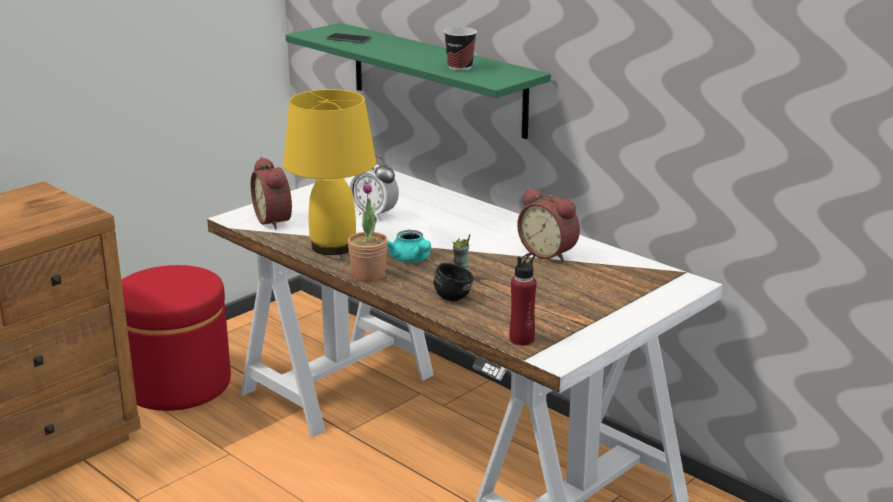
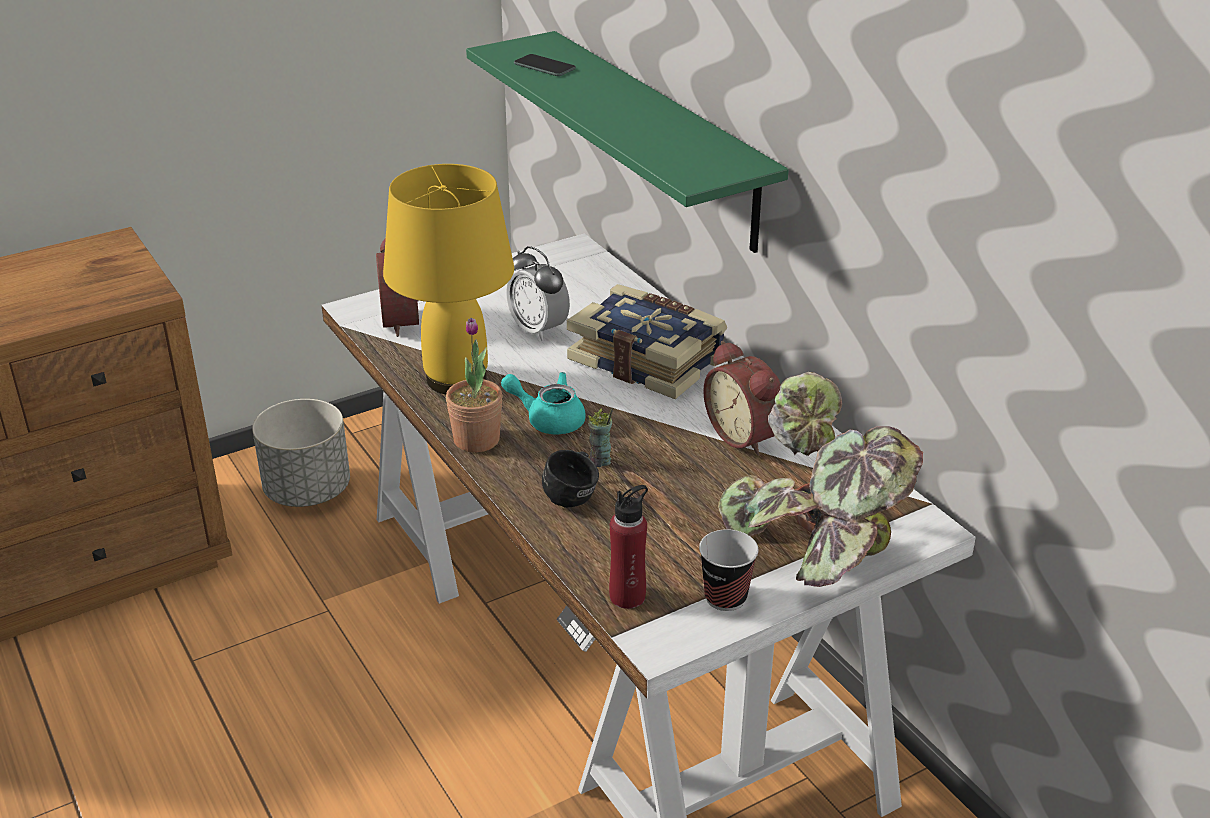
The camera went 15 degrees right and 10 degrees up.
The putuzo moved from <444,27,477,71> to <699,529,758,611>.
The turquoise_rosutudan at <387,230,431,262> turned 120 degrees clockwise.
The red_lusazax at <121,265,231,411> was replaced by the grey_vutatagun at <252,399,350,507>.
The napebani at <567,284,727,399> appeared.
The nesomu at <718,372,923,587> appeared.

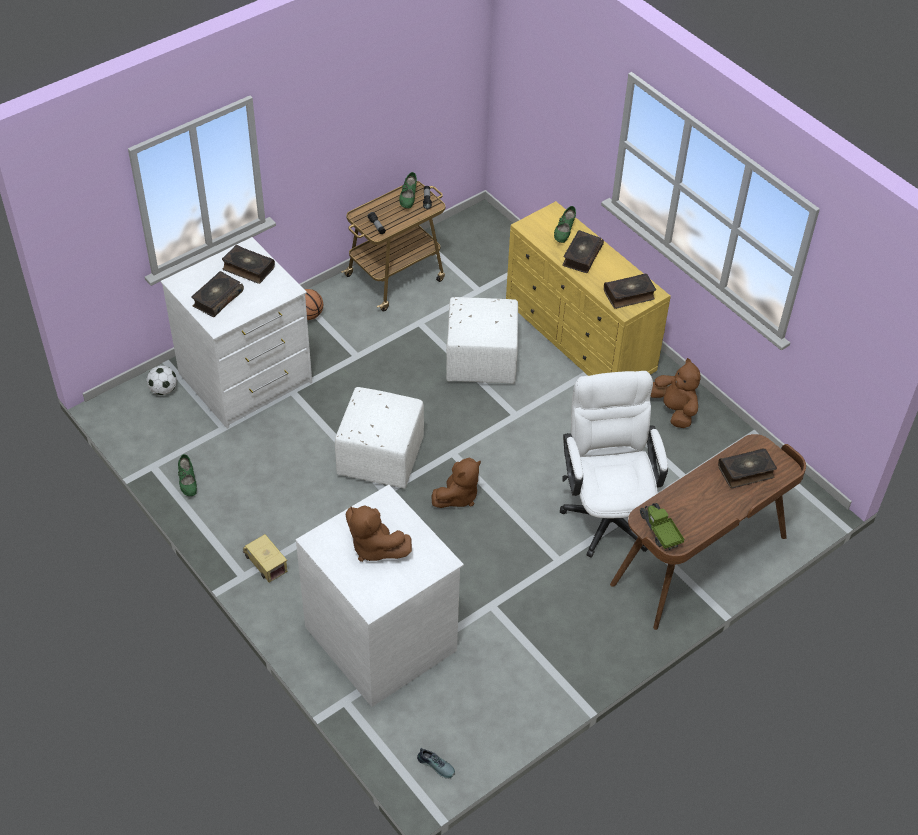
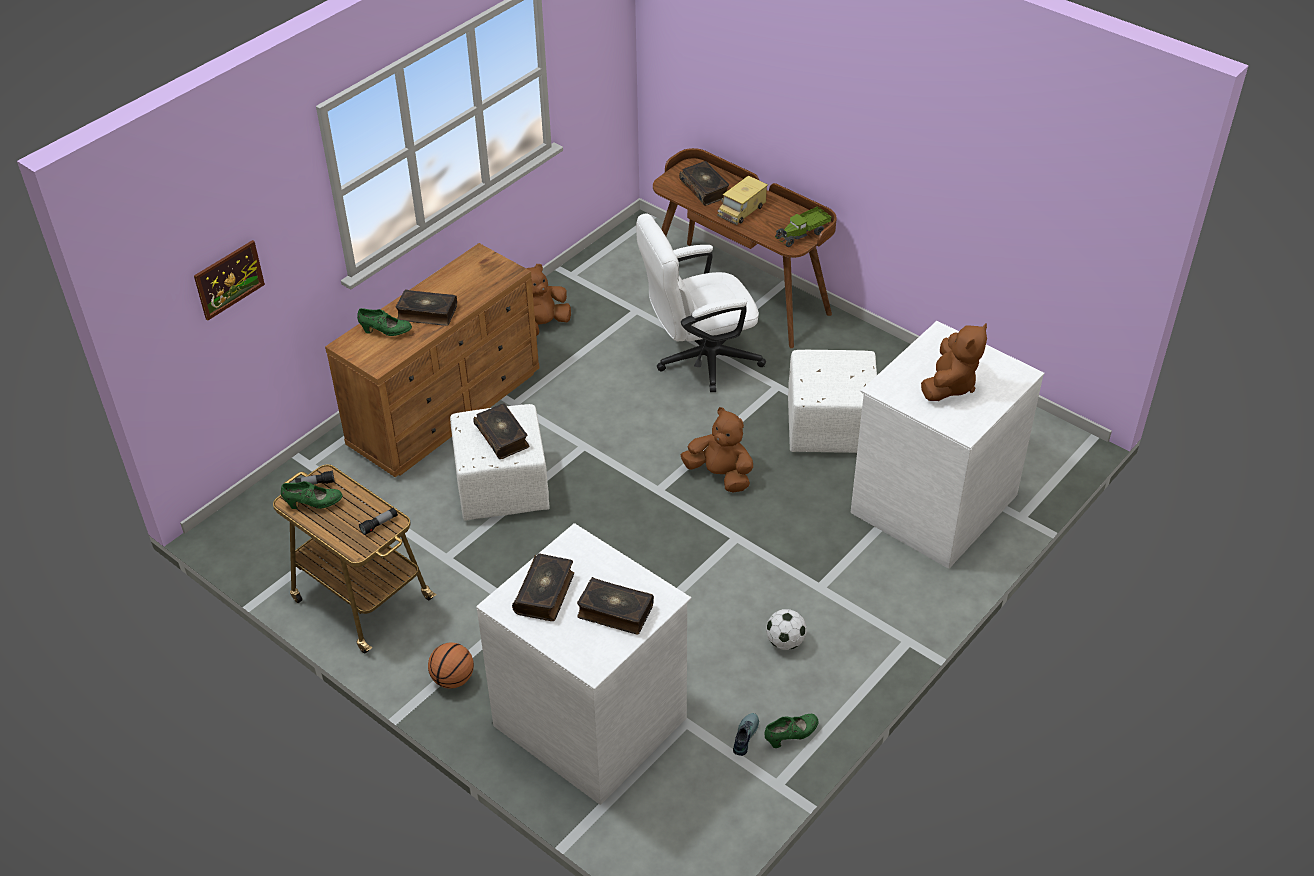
The camera went 100 degrees left and 5 degrees down.
The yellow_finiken at <506,201,671,376> became the brown_finiken at <325,243,540,477>.
The napebani moved from <604,274,656,309> to <473,403,530,459>.
The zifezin moved from <147,366,177,395> to <766,609,807,650>.
The white_lusazax moved from <335,387,424,489> to <788,350,877,453>.
The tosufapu moved from <242,534,287,582> to <717,175,768,225>.
The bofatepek moved from <417,748,455,779> to <733,713,759,756>.
The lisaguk at <194,240,265,320> appeared.

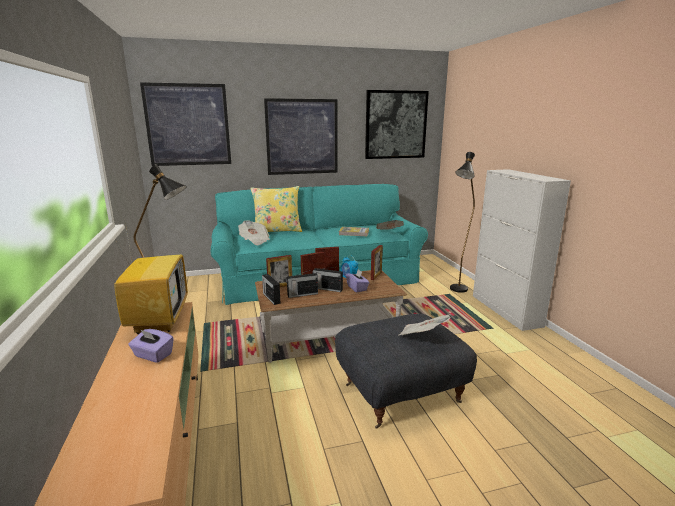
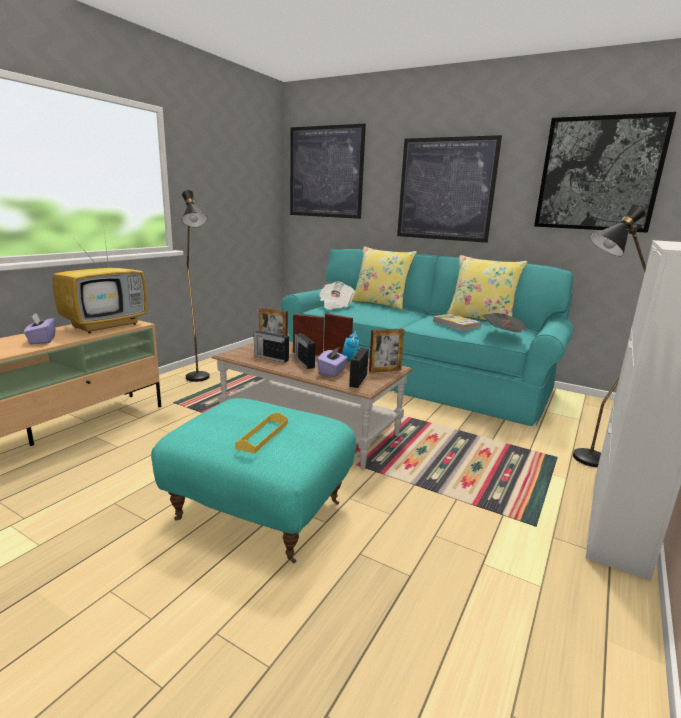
The camera went 45 degrees right and 0 degrees up.
The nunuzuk moved from <262,274,281,305> to <349,348,369,388>.
The grey_lusazax at <335,314,477,429> became the turquoise_lusazax at <151,398,356,563>.
The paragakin at <399,314,451,335> was replaced by the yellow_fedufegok at <235,412,288,454>.
The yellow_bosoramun at <446,255,527,321> appeared.

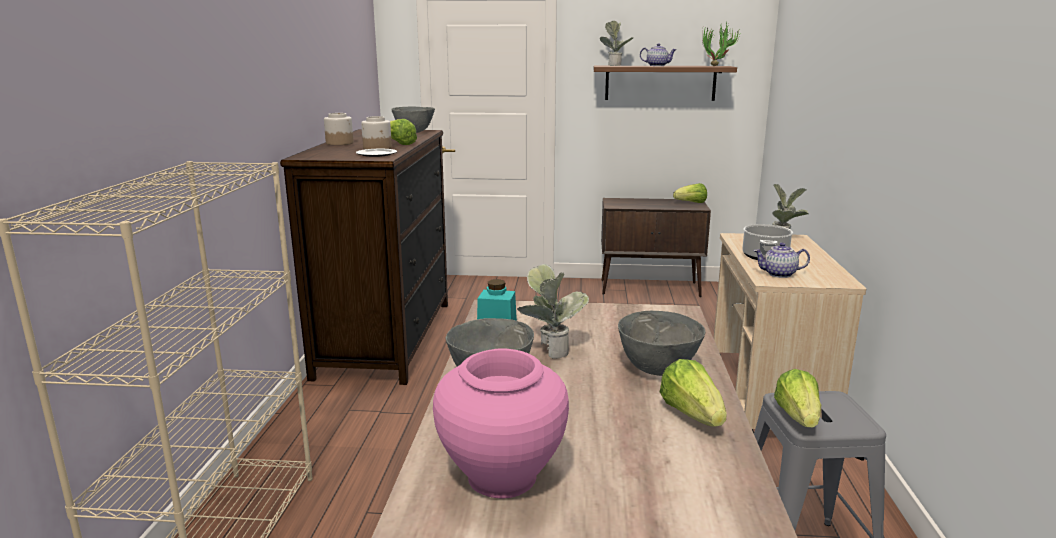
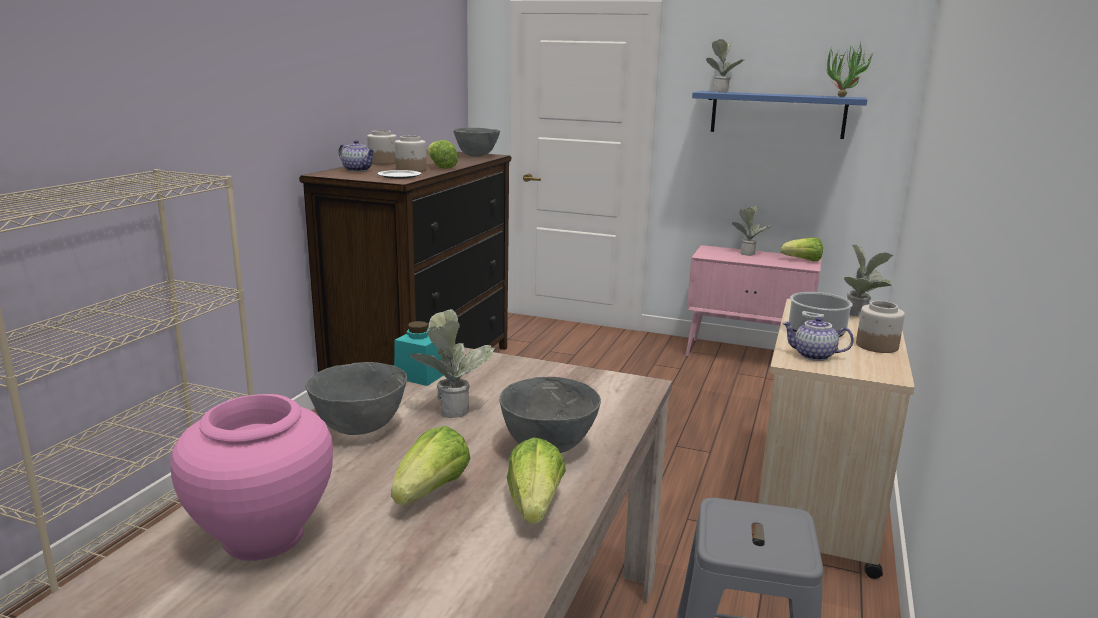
The camera went 15 degrees right and 0 degrees up.
The rosutudan moved from <640,43,677,66> to <339,140,375,172>.
The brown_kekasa at <594,66,737,101> became the blue_kekasa at <692,91,867,139>.
The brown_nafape at <601,198,711,297> became the pink_nafape at <685,245,822,357>.
The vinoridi moved from <774,369,821,428> to <391,426,470,505>.
The nesomu at <732,206,772,256> appeared.
The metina at <856,301,905,353> appeared.

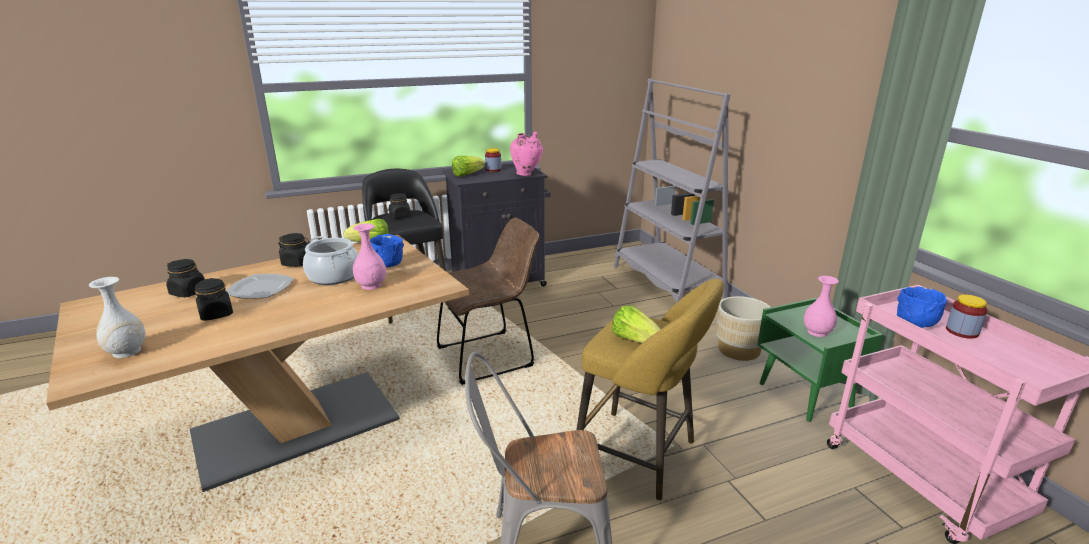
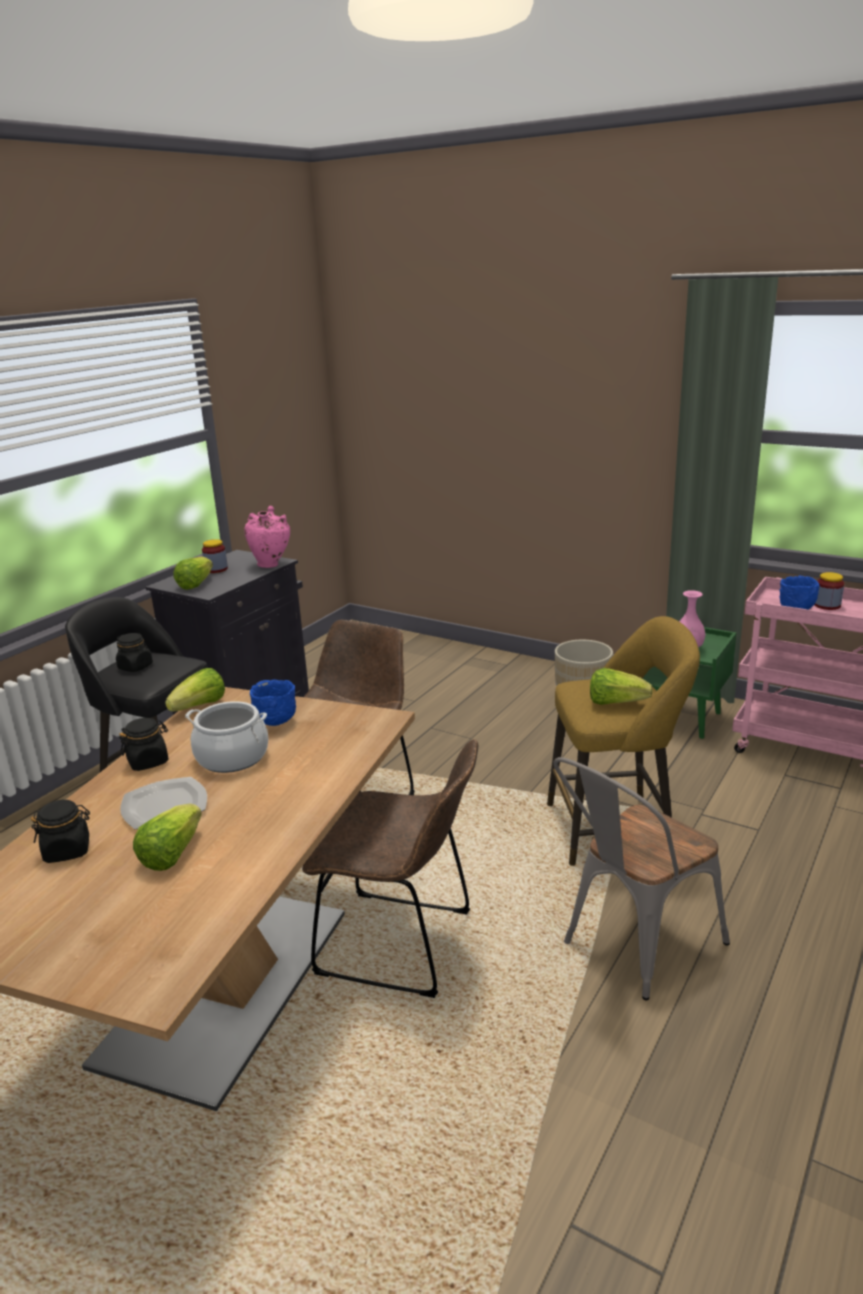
The camera went 35 degrees left and 0 degrees up.
The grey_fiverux at <614,79,730,303> disappeared.
The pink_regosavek at <353,224,386,290> disappeared.
The white_regosavek at <89,277,146,358> disappeared.
The black_metina at <195,278,233,321> was replaced by the vinoridi at <133,804,202,871>.
The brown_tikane at <302,739,478,998> appeared.

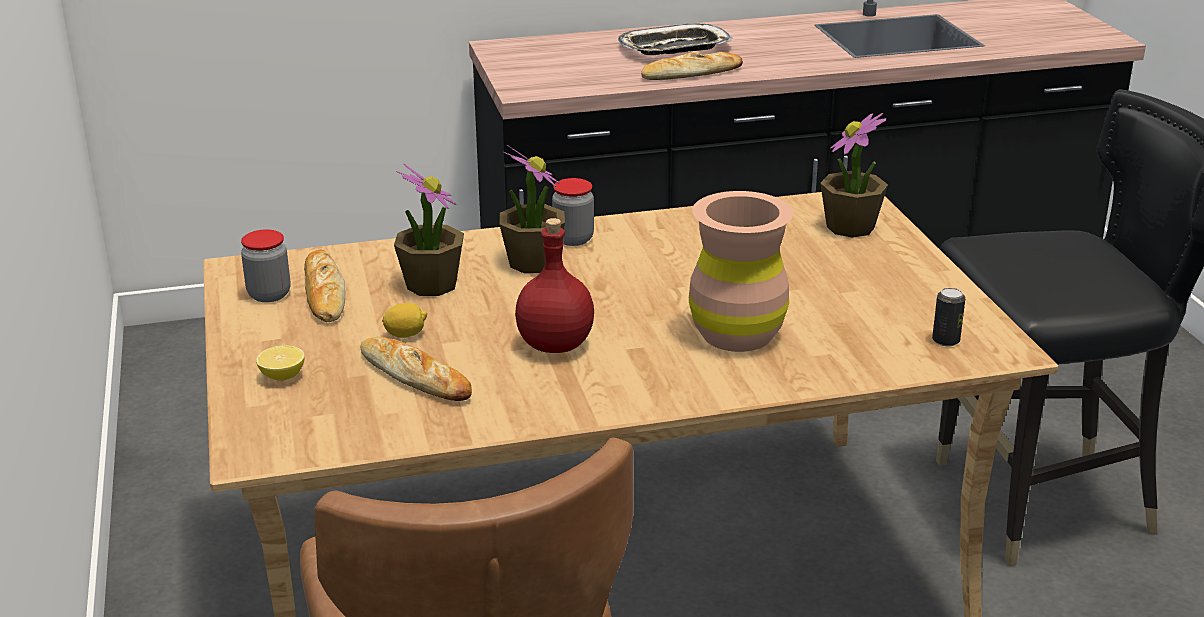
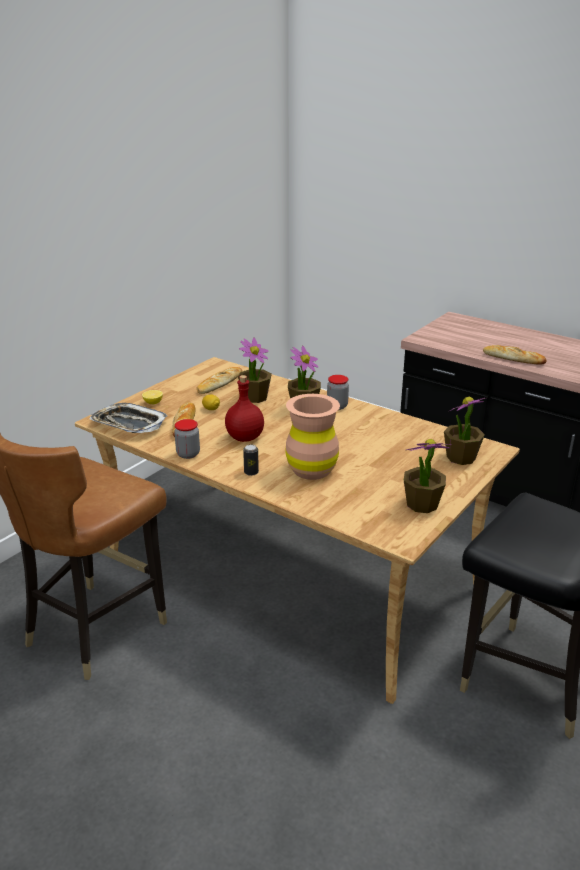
The camera went 50 degrees right and 0 degrees up.
The fedufegok moved from <618,23,732,55> to <89,403,167,433>.
The metina moved from <241,229,291,302> to <174,419,200,459>.
The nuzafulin moved from <932,288,966,346> to <243,444,259,476>.
The nesomu at <404,439,451,513> appeared.

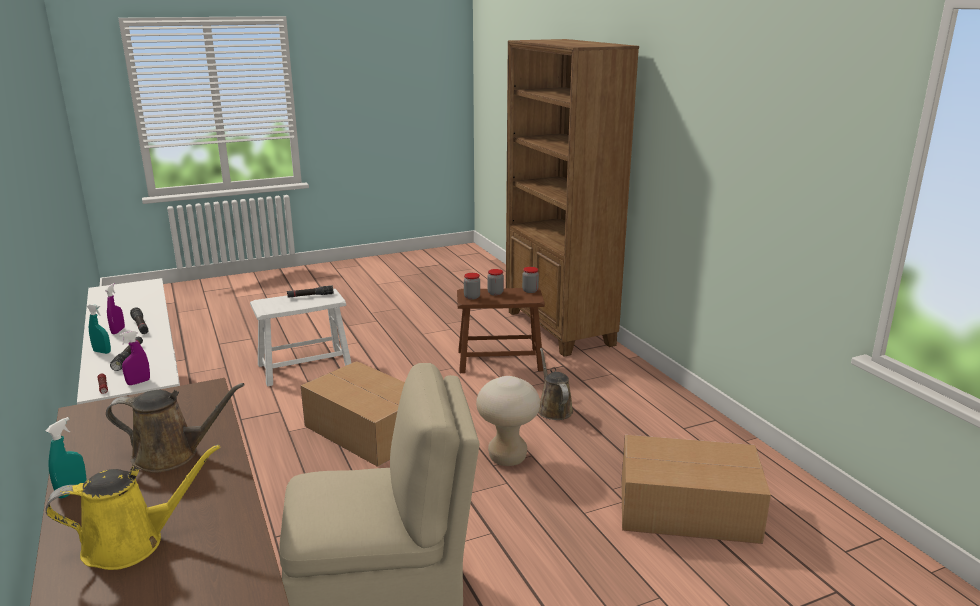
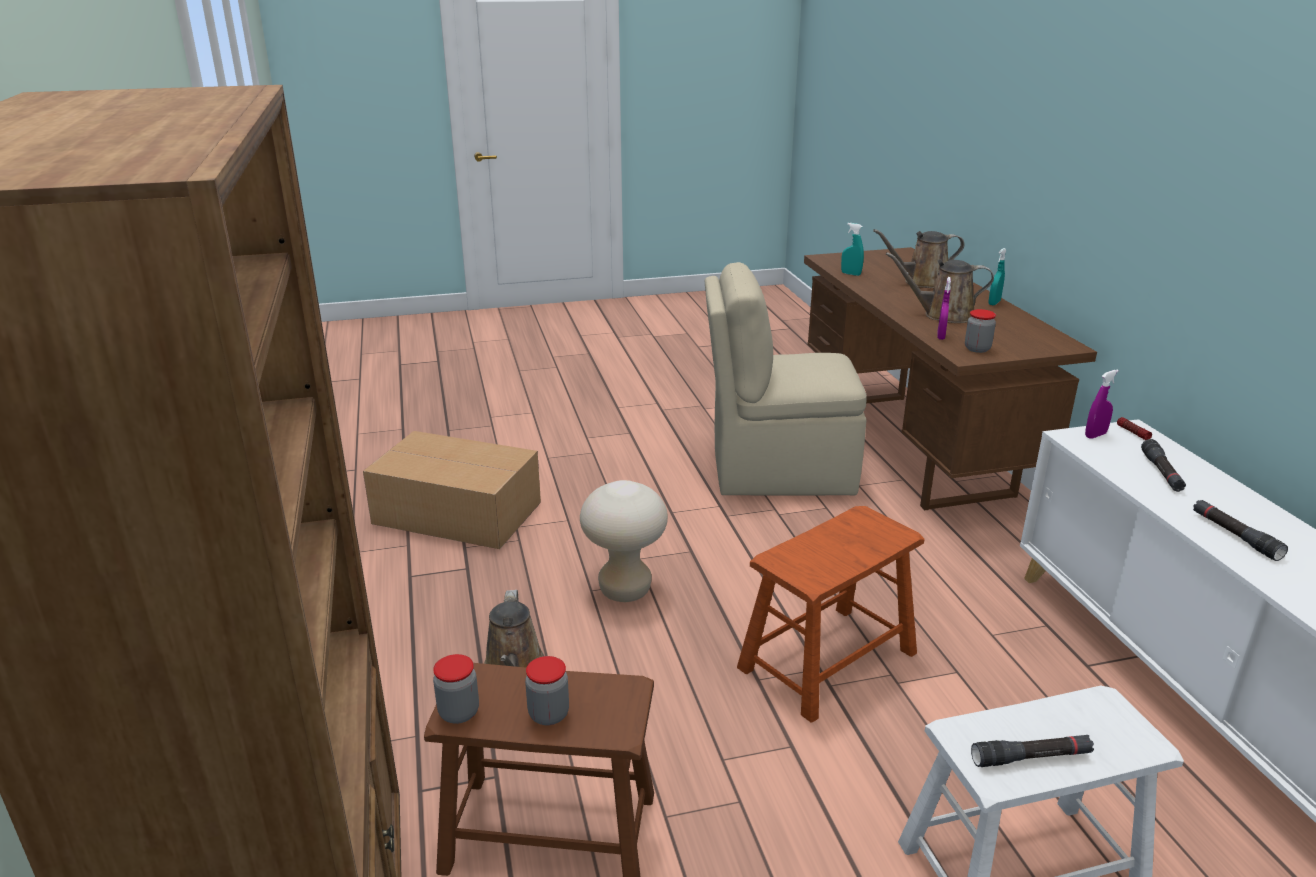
The camera went 170 degrees left and 5 degrees up.
The metina moved from <464,273,480,300> to <965,309,996,353>.
The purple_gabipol moved from <105,283,125,334> to <937,277,951,340>.
The turquoise_gabipol moved from <87,304,111,354> to <841,223,864,276>.
The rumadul at <301,361,405,467> was replaced by the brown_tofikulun at <737,506,924,723>.
The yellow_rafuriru at <46,444,220,570> became the brown_rafuriru at <873,229,964,288>.

